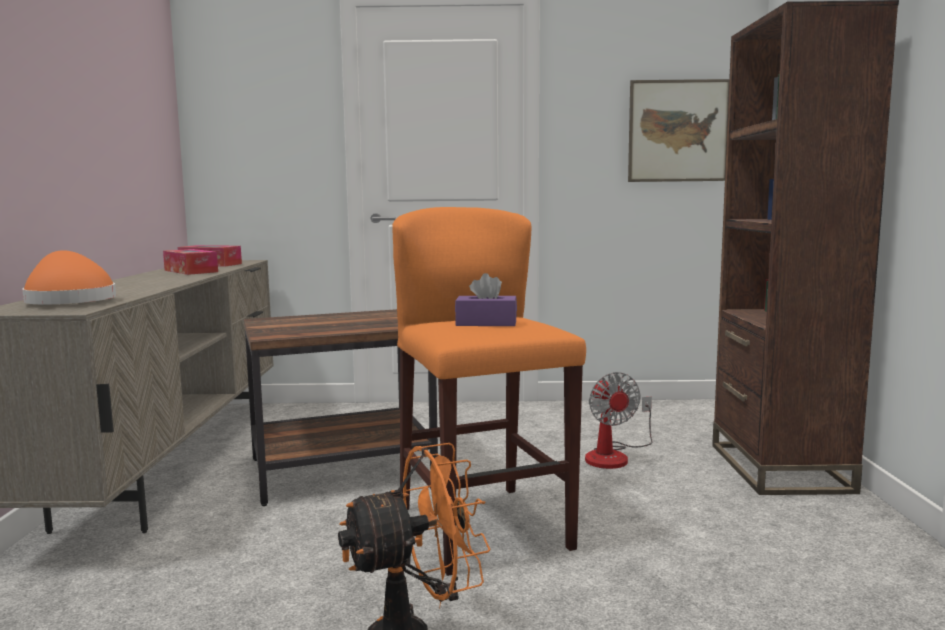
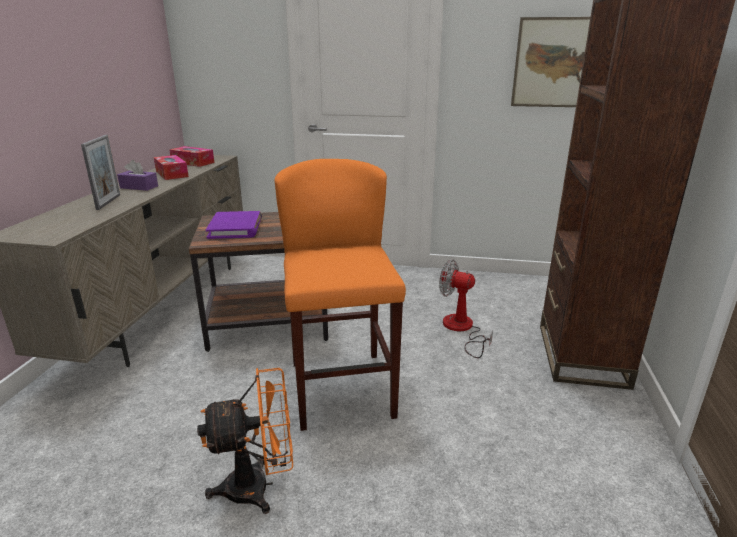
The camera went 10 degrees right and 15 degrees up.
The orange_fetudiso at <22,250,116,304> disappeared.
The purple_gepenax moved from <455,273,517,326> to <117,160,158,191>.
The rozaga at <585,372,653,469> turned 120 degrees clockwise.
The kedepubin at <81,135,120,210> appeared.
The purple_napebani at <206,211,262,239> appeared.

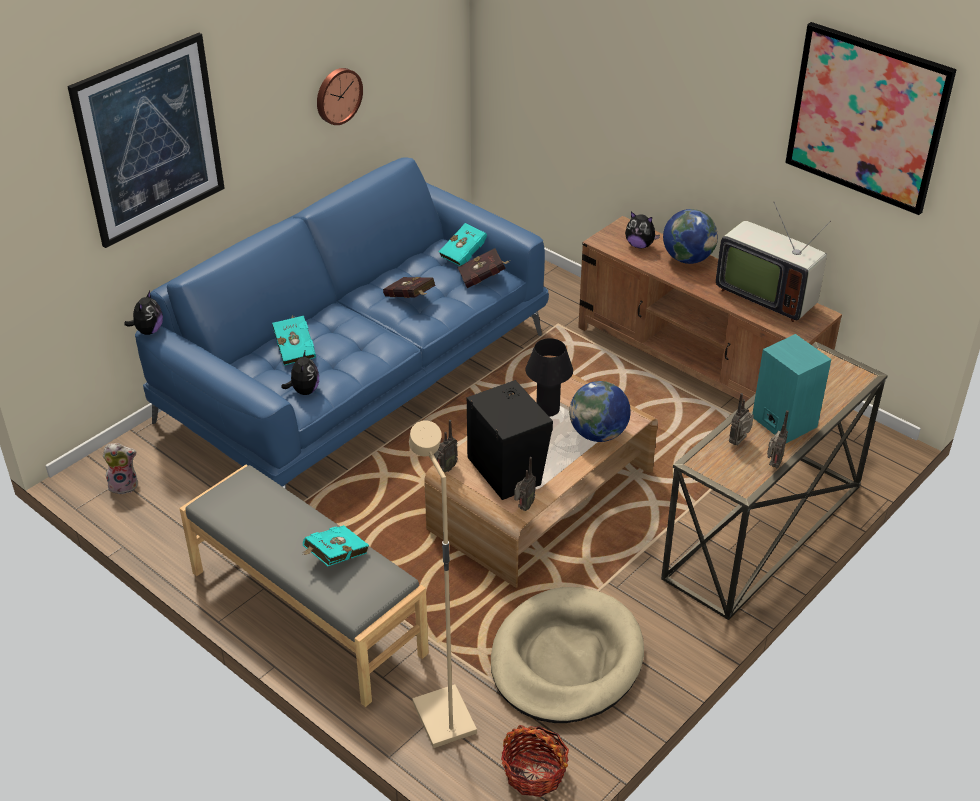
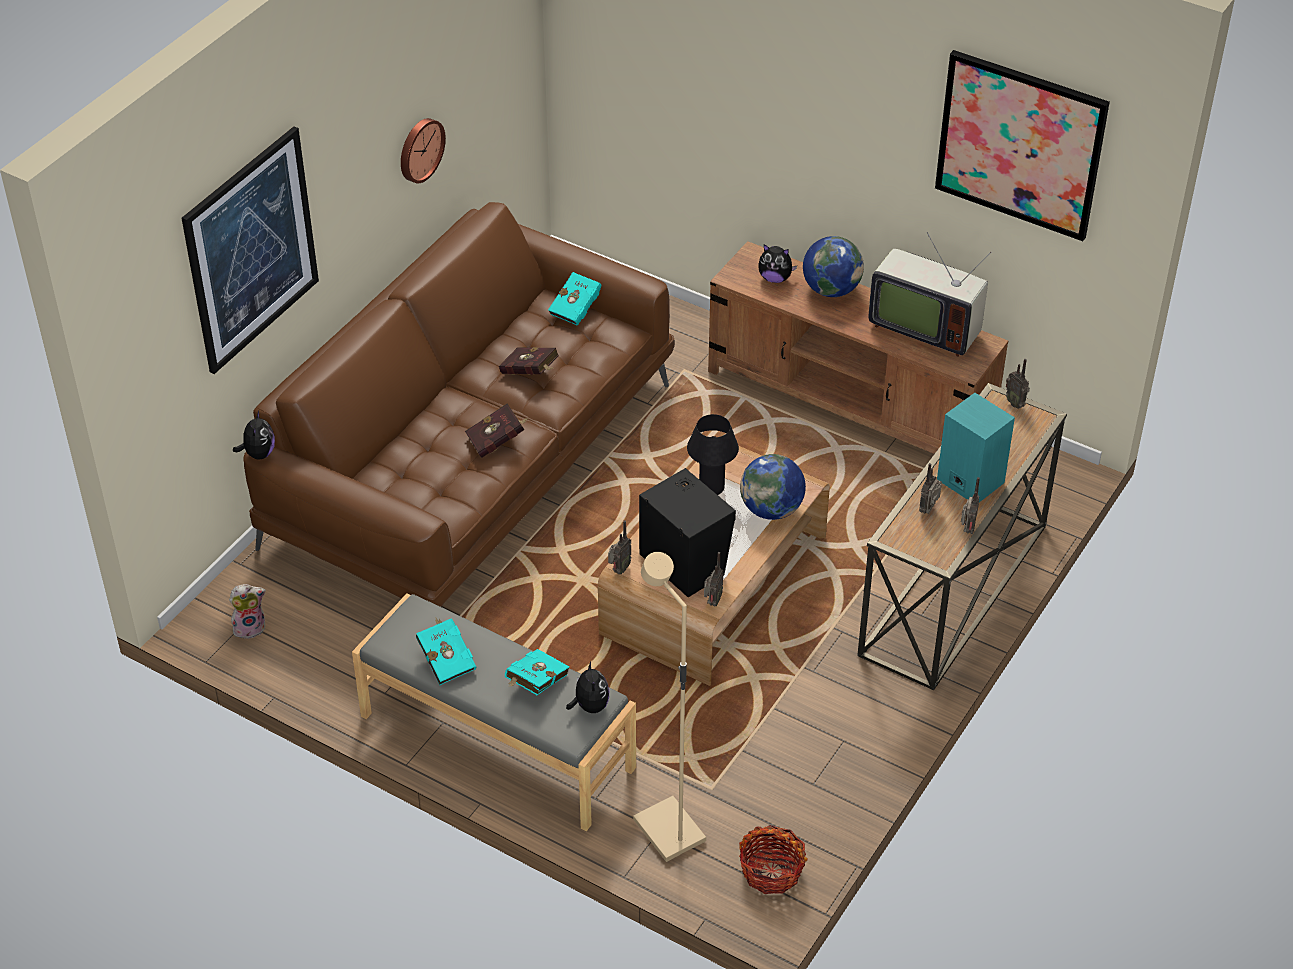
The camera went 10 degrees left and 5 degrees up.
The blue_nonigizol at <135,158,549,489> became the brown_nonigizol at <243,202,675,607>.
The red_napebani moved from <457,248,511,288> to <465,403,528,458>.
The turquoise_napebani moved from <272,315,316,366> to <416,617,476,685>.
The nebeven moved from <281,351,319,395> to <566,661,609,713>.
The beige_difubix at <491,587,644,723> disappeared.
The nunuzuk at <1006,359,1030,409> appeared.

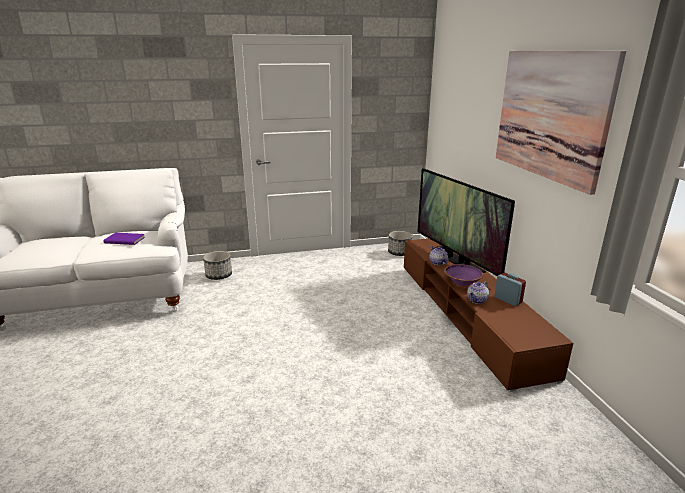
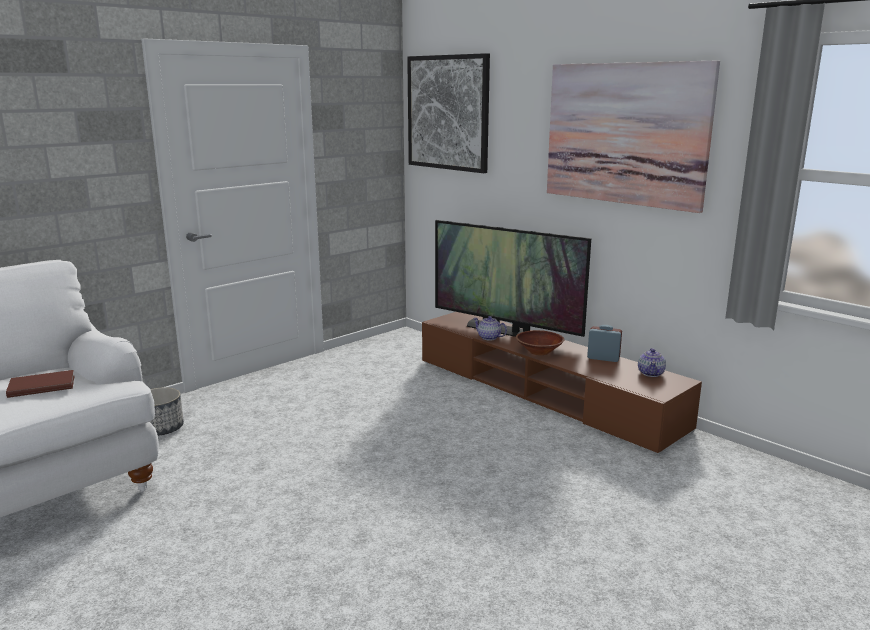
The camera went 30 degrees left and 5 degrees down.
The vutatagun at <388,231,413,256> disappeared.
The purple_napebani at <103,233,145,245> became the brown_napebani at <6,370,75,398>.
The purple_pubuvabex at <444,264,484,286> became the brown_pubuvabex at <516,330,565,355>.
The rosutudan moved from <467,281,489,304> to <638,348,666,377>.
The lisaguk at <407,53,490,173> appeared.

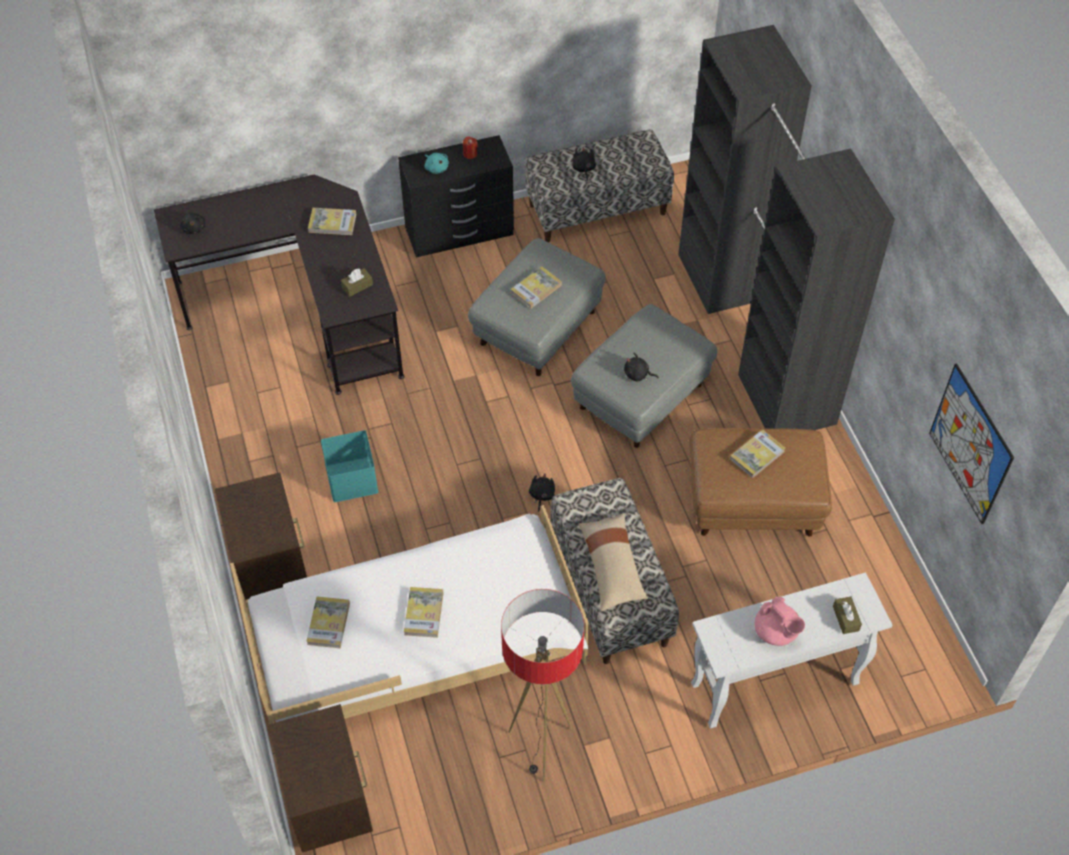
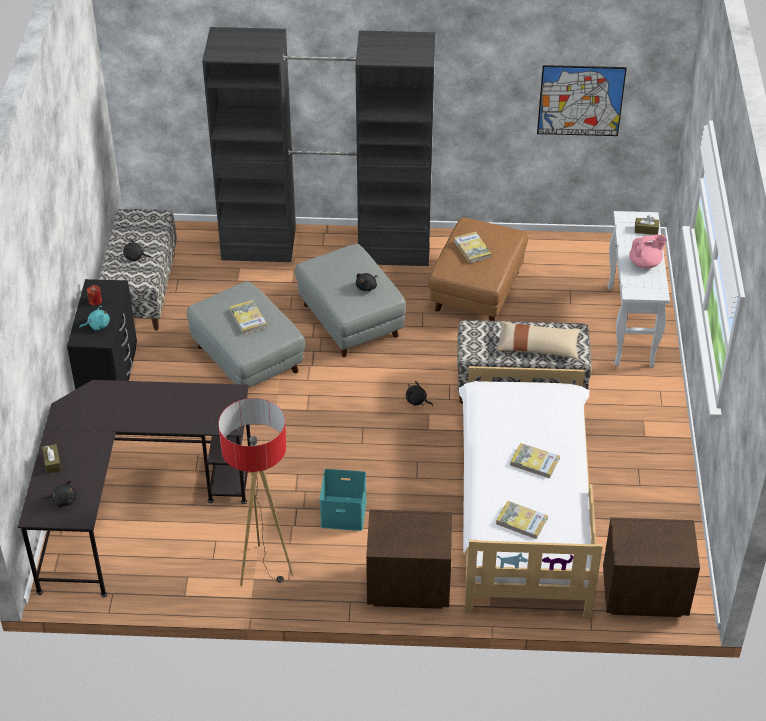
The camera went 70 degrees left and 10 degrees down.
The napebani at <308,208,356,235> disappeared.
The brown_gepenax moved from <341,268,373,297> to <42,444,61,474>.
The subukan moved from <501,589,584,782> to <219,398,294,586>.

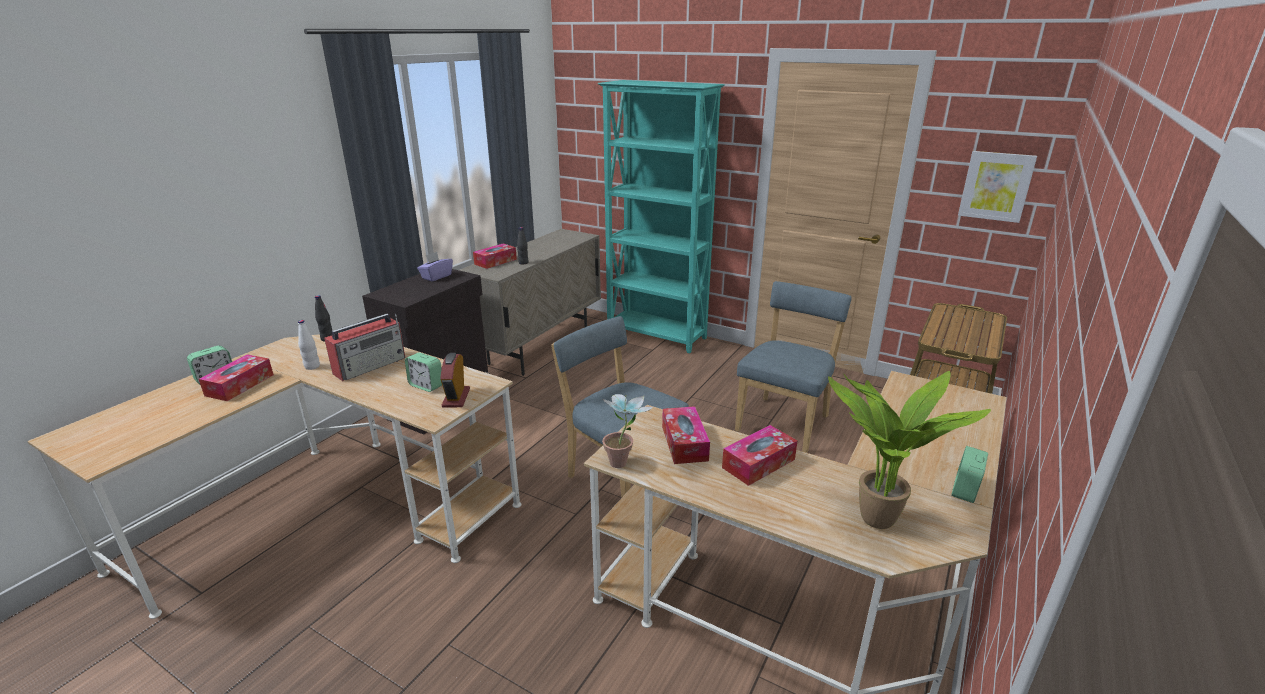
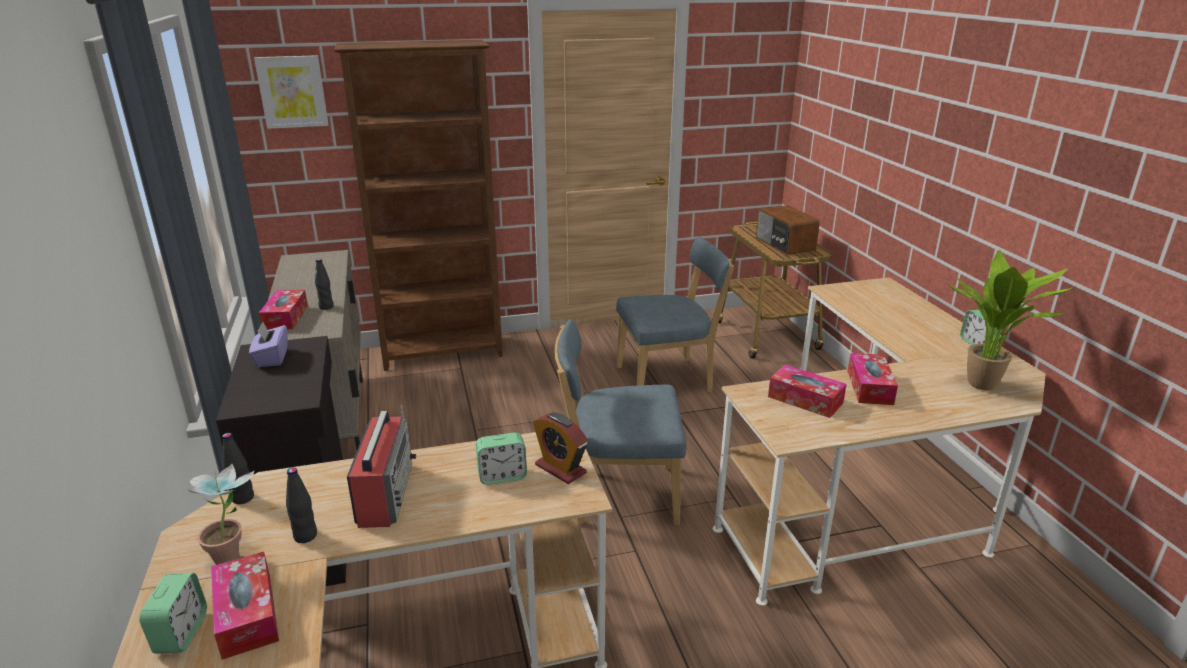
The camera went 45 degrees left and 0 degrees up.
The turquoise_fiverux at <598,80,725,353> became the brown_fiverux at <334,40,503,371>.
The lisaguk moved from <958,151,1037,223> to <254,55,328,129>.
The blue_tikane at <735,281,852,453> turned 90 degrees clockwise.
The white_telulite at <298,320,320,370> became the black_telulite at <286,467,317,543>.
The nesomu moved from <602,394,653,468> to <187,464,254,565>.
The nunuzuk at <756,205,820,255> appeared.

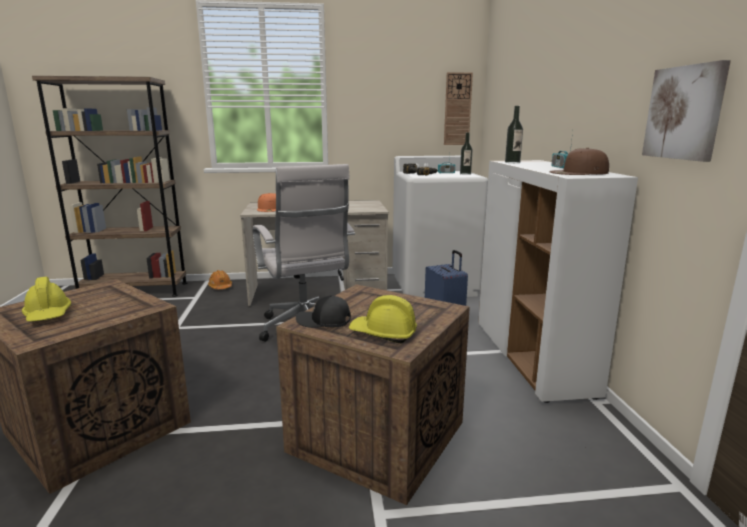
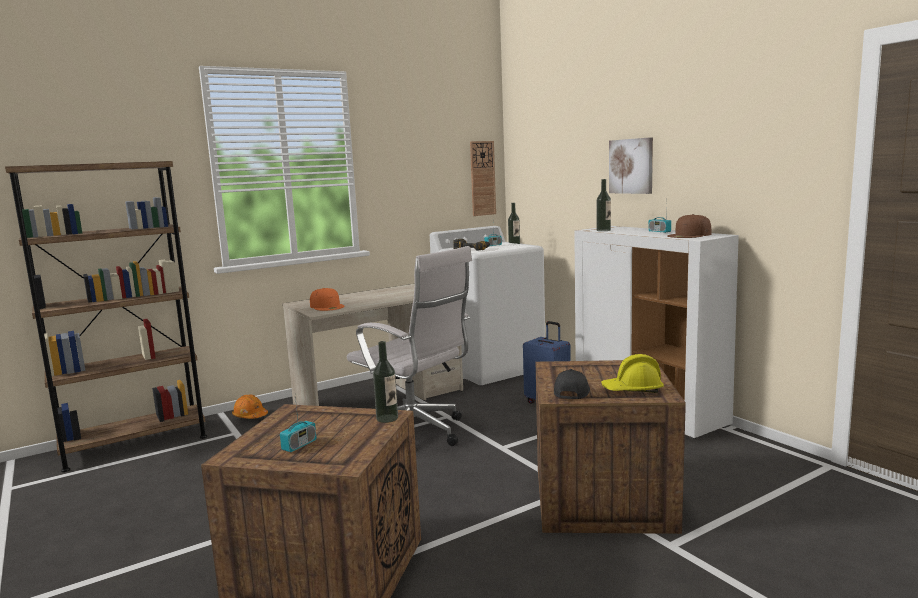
The camera went 25 degrees left and 5 degrees down.
The lisaguk moved from <642,60,731,162> to <609,137,653,194>.
The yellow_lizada at <22,277,71,322> was replaced by the nunuzuk at <280,397,316,452>.
The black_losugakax at <296,295,351,328> turned 120 degrees clockwise.
The telulite at <373,341,398,423> appeared.

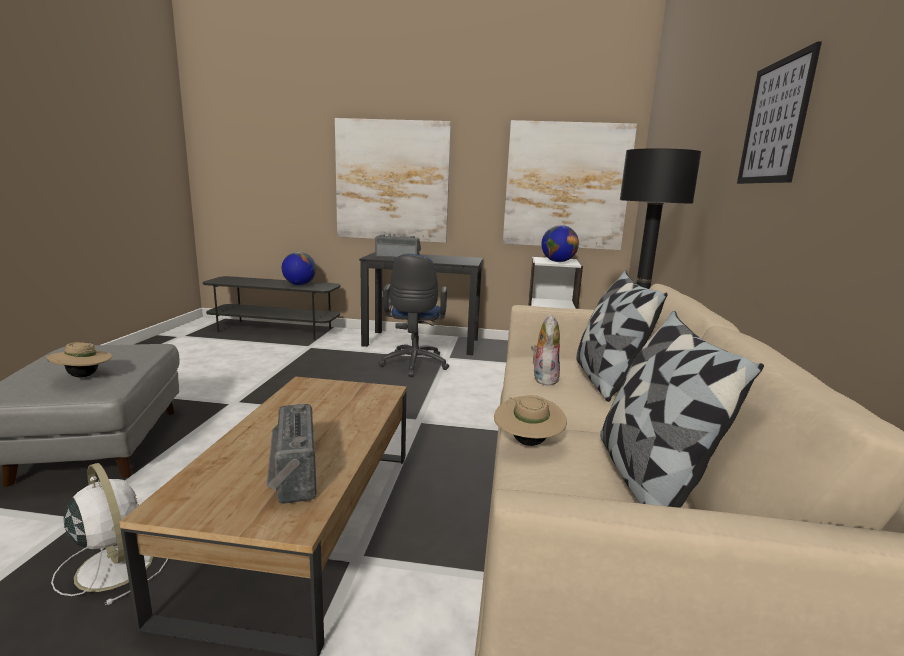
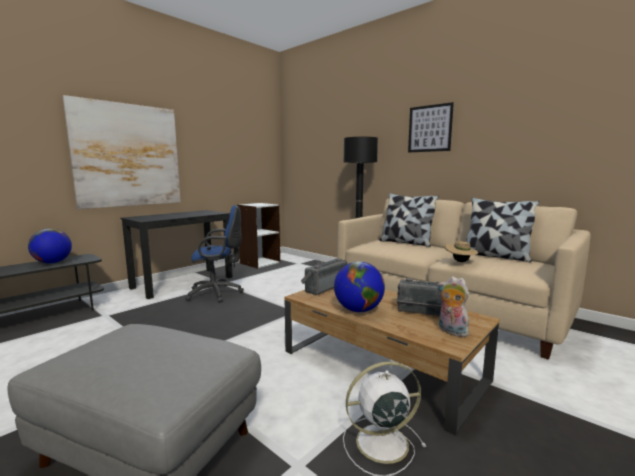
The camera went 55 degrees left and 5 degrees down.
The lisaguk at <503,120,637,250> disappeared.
The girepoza moved from <541,225,579,262> to <334,261,385,312>.
The nunuzuk moved from <375,234,421,258> to <301,258,347,295>.
The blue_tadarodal at <378,254,449,377> turned 45 degrees counterclockwise.
The nebeven moved from <531,314,560,385> to <437,276,469,337>.
The beige_fetudiso at <46,342,113,377> disappeared.

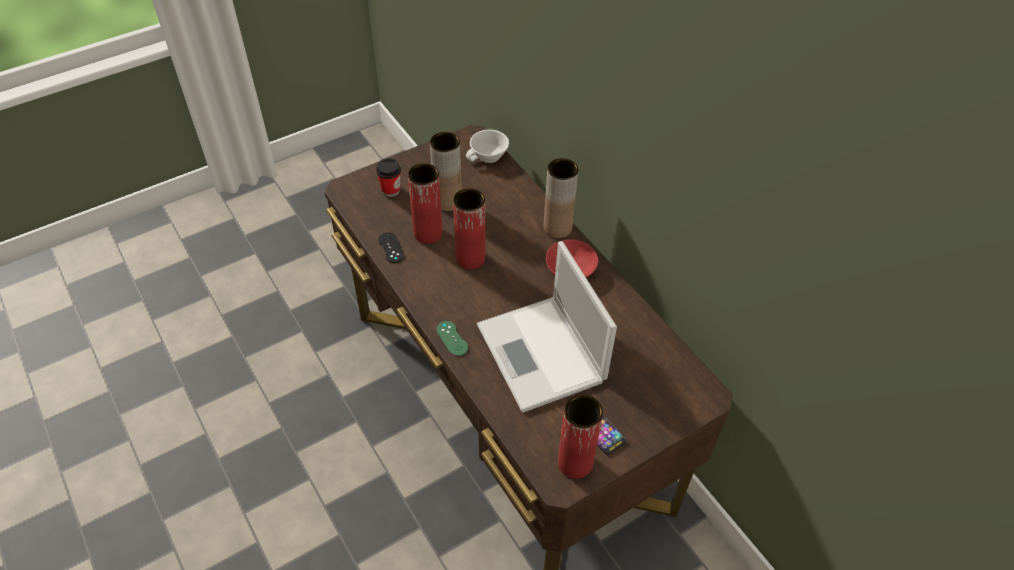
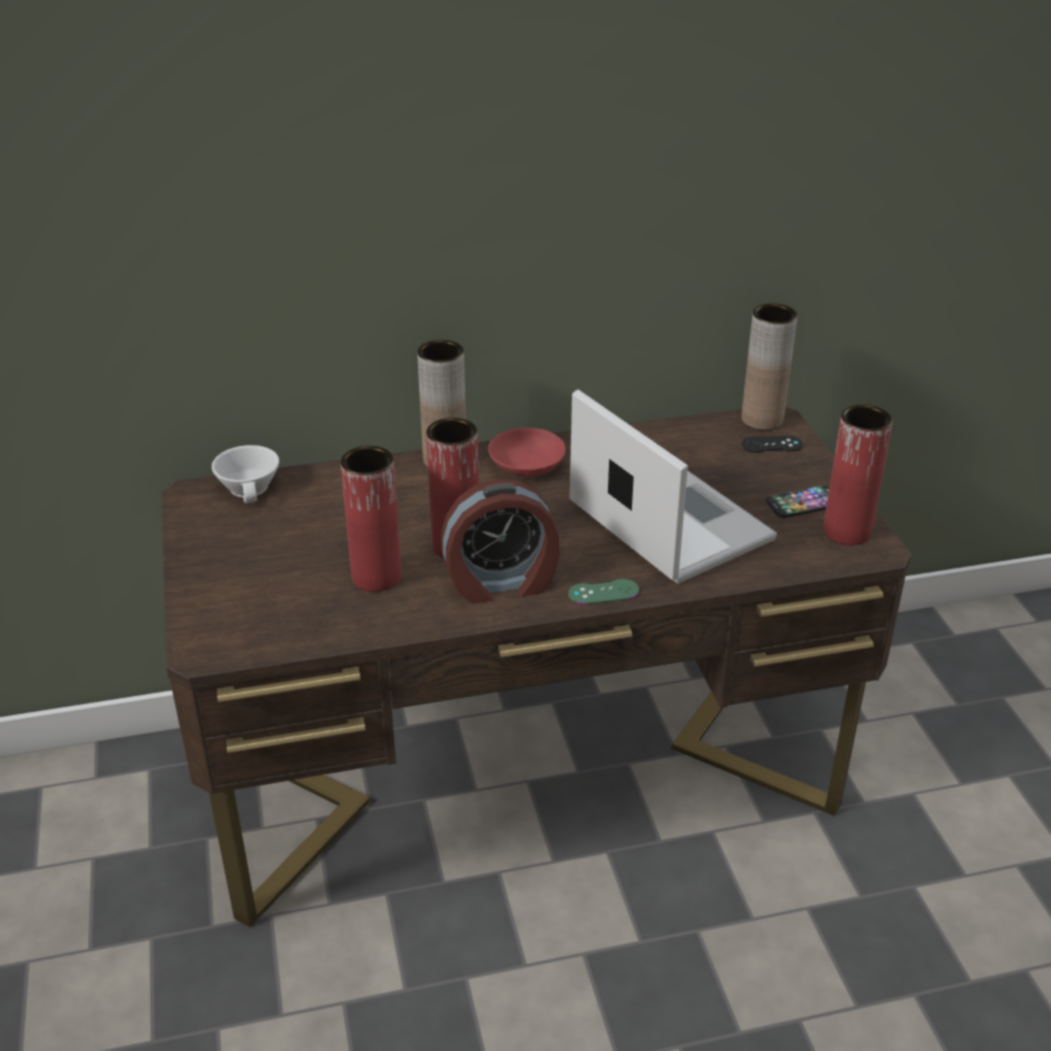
The camera went 70 degrees left and 15 degrees down.
The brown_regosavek moved from <430,132,462,211> to <741,303,798,430>.
The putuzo at <376,158,401,197> disappeared.
The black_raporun moved from <378,232,404,263> to <742,436,803,453>.
The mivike at <477,241,617,413> turned 120 degrees counterclockwise.
The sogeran at <441,479,560,604> appeared.

